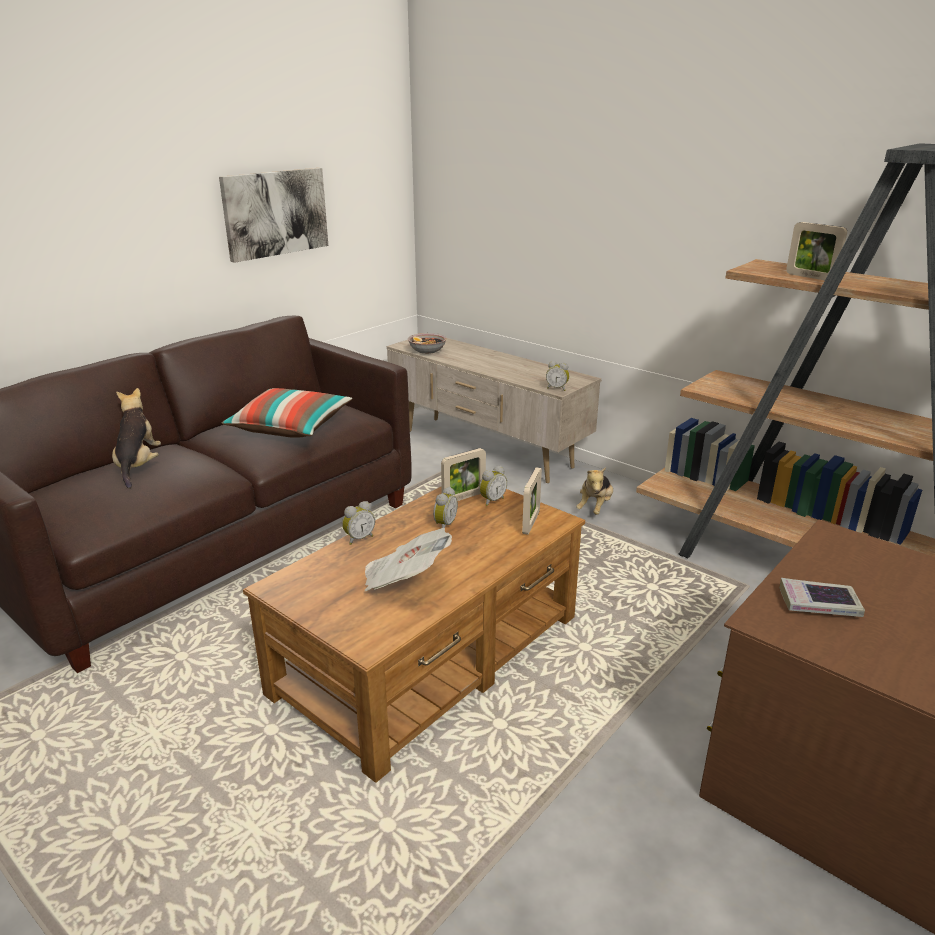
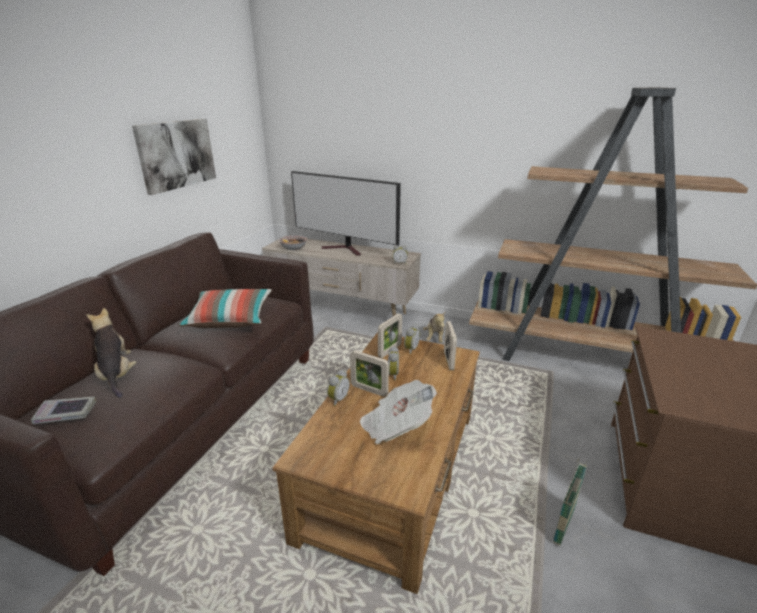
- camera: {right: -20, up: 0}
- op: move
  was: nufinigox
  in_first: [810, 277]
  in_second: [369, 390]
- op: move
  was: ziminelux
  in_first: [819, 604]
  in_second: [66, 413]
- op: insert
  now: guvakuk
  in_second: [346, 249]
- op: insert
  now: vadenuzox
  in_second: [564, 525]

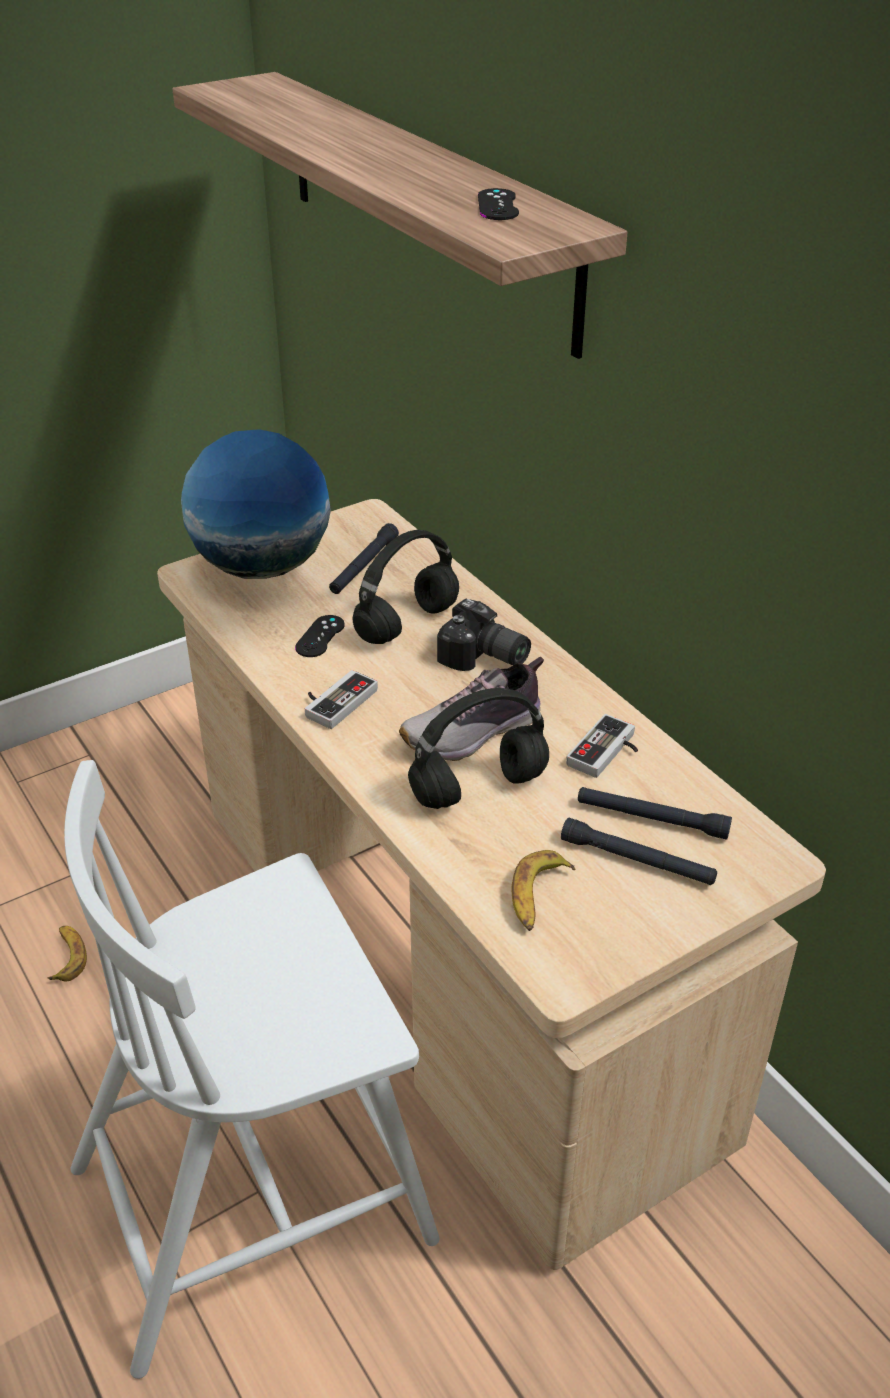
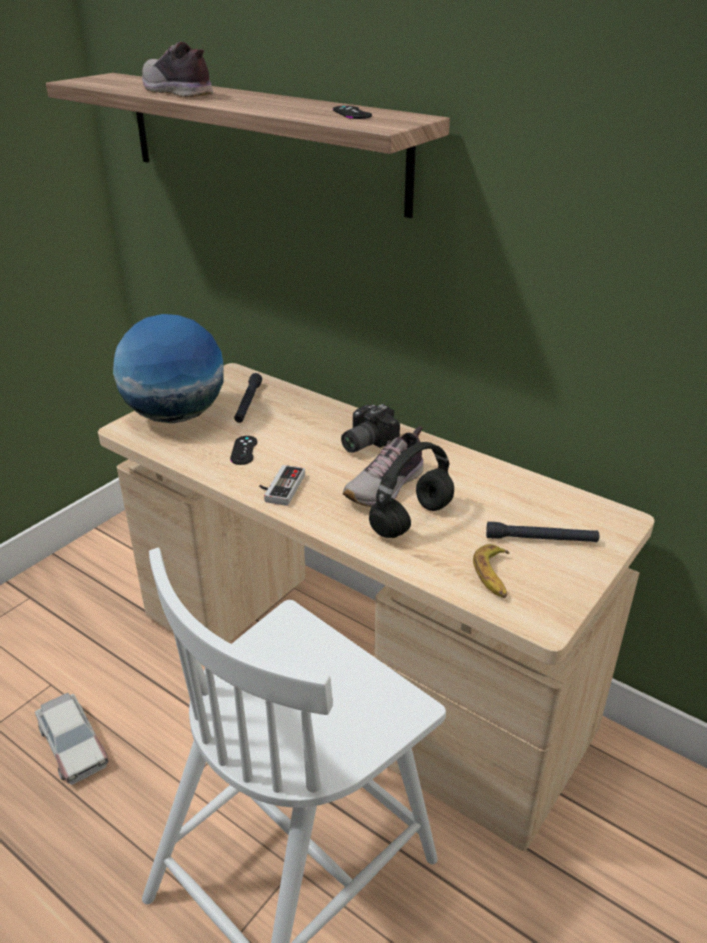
- camera: {right: -20, up: -5}
- op: delete
  was: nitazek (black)
  in_first: [406, 625]
- op: rotate
  was: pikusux
  in_first: [483, 658]
  in_second: [364, 442]
  clockwise: 120
- op: delete
  was: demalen
  in_first: [607, 753]
- op: delete
  was: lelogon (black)
  in_first: [652, 819]
- op: replace
  was: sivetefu
  now: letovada
  in_first: [67, 957]
  in_second: [72, 744]
- op: insert
  now: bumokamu
  in_second: [176, 92]

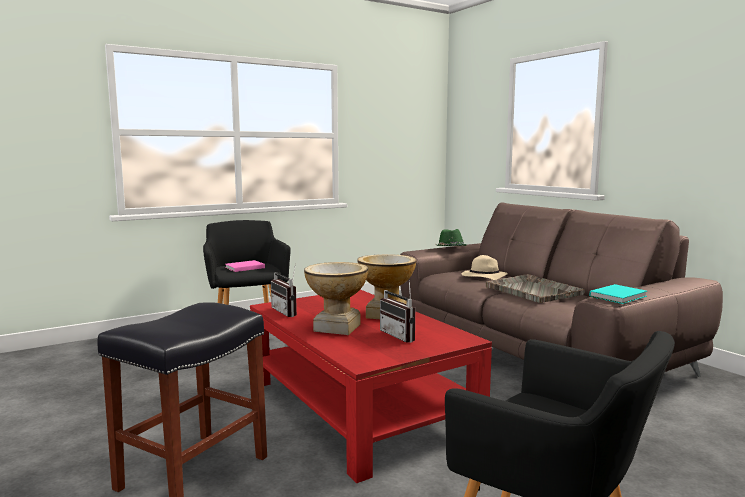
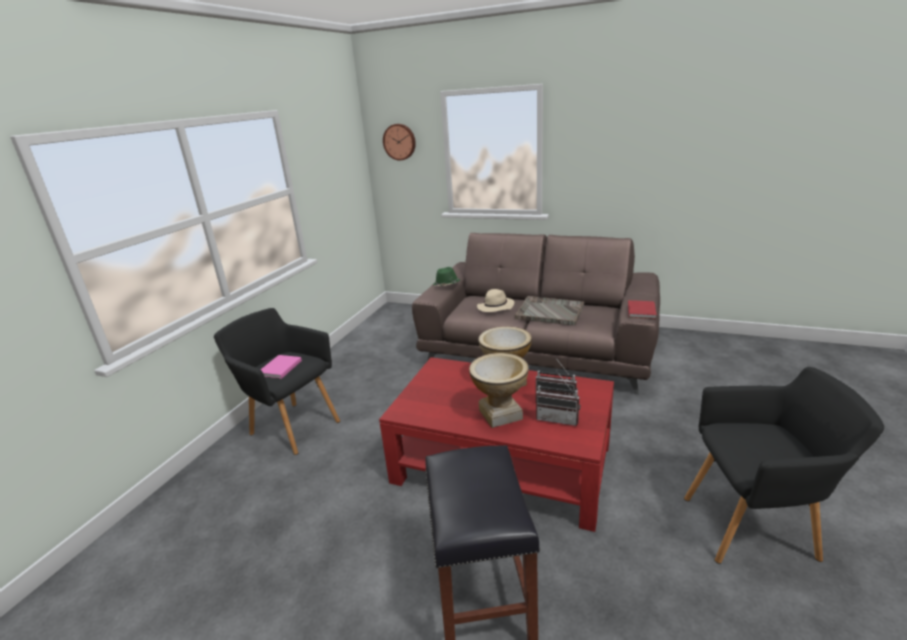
- camera: {right: -35, up: 15}
- op: move
  was: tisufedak
  in_first: [288, 312]
  in_second: [558, 418]
- op: recolor
  was: ziminelux (turquoise)
  now: ziminelux (red)
  in_first: [619, 296]
  in_second: [642, 310]
- op: insert
  now: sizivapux
  in_second: [400, 142]

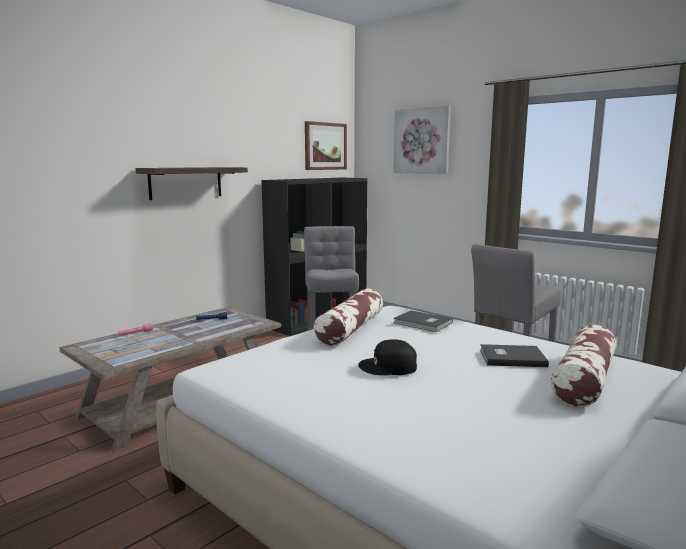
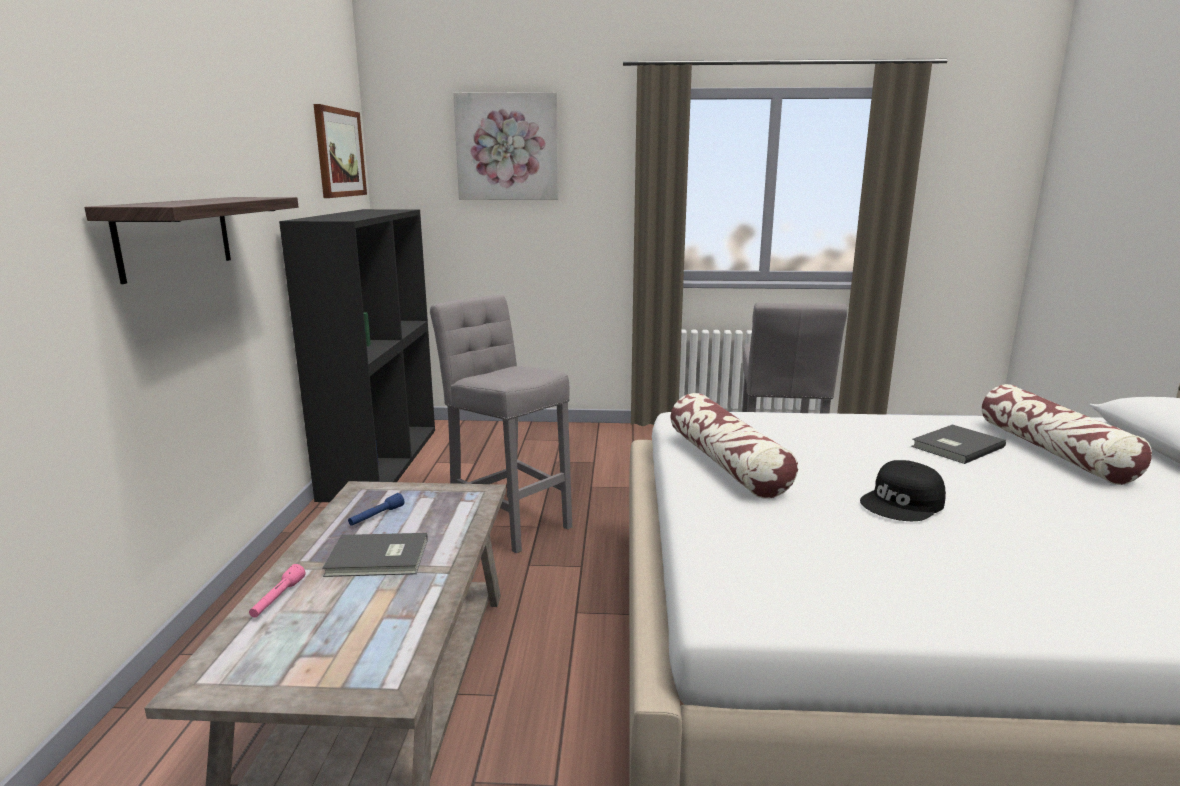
- camera: {right: -40, up: 5}
- op: move
  was: ziminelux (grey)
  in_first: [423, 323]
  in_second: [378, 559]

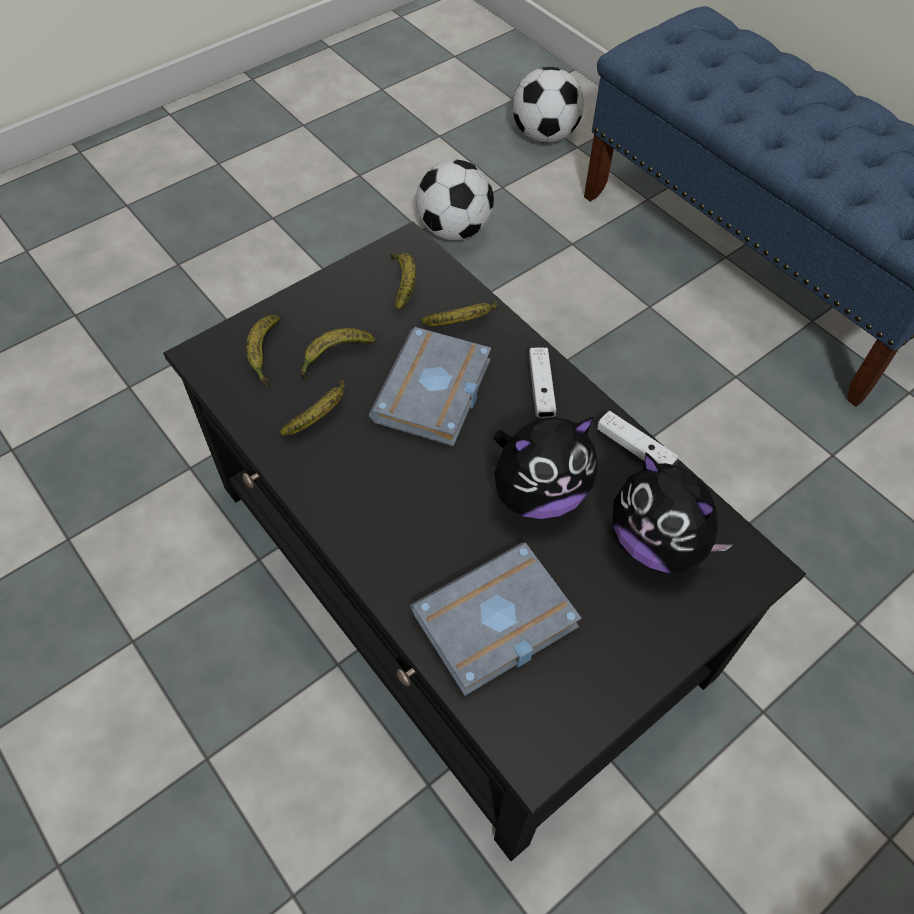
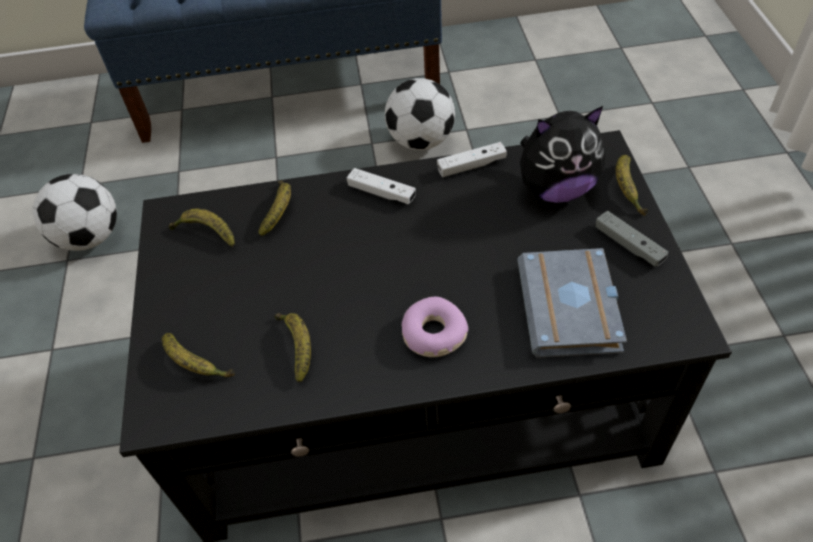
- camera: {right: -55, up: -5}
- op: move
  was: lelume
  in_first: [544, 135]
  in_second: [421, 141]
- op: delete
  was: ziminelux (grey)
  in_first: [435, 395]
- op: move
  was: sivetefu
  in_first: [334, 356]
  in_second: [626, 189]
- op: delete
  was: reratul
  in_first: [538, 493]
- op: insert
  now: demalen (grey)
  in_second: [628, 245]
- op: insert
  now: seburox
  in_second: [433, 334]

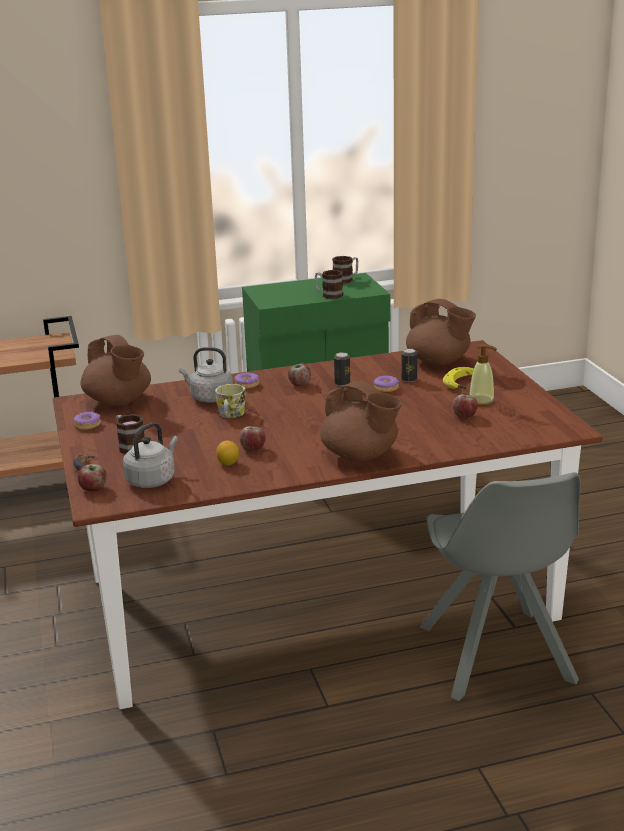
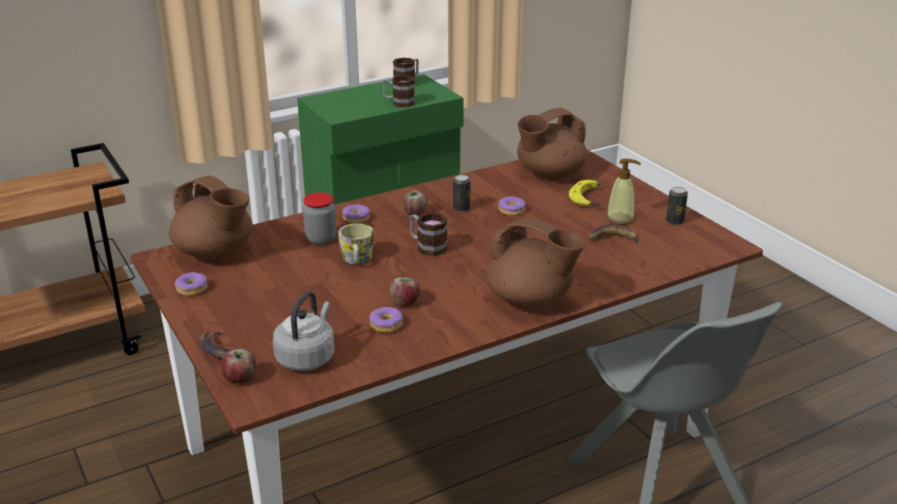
- camera: {right: -15, up: 5}
- op: rotate
  was: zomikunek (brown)
  in_first: [439, 361]
  in_second: [549, 174]
  clockwise: 120
- op: replace
  was: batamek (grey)
  now: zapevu
  in_first: [209, 397]
  in_second: [321, 239]
- op: move
  was: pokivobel
  in_first: [409, 379]
  in_second: [674, 221]
- op: replace
  was: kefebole
  now: sivetefu
  in_first: [464, 416]
  in_second: [613, 239]
- op: move
  was: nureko
  in_first: [129, 446]
  in_second: [427, 247]
- op: replace
  was: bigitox
  now: seburox
  in_first: [228, 463]
  in_second: [386, 325]

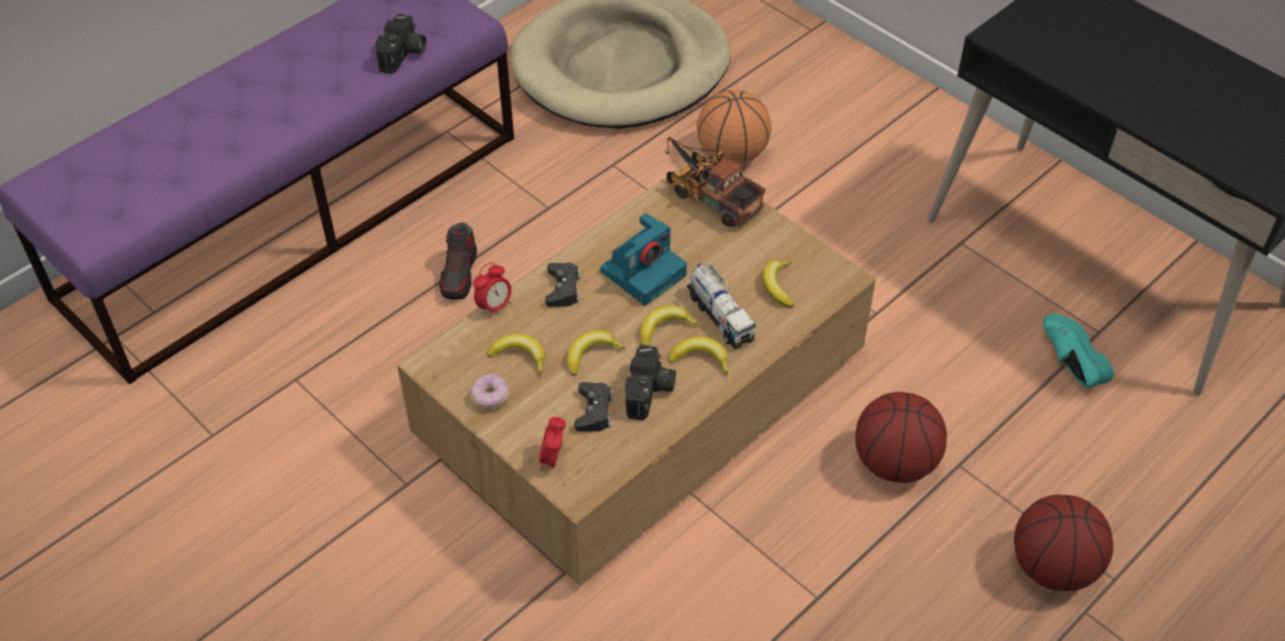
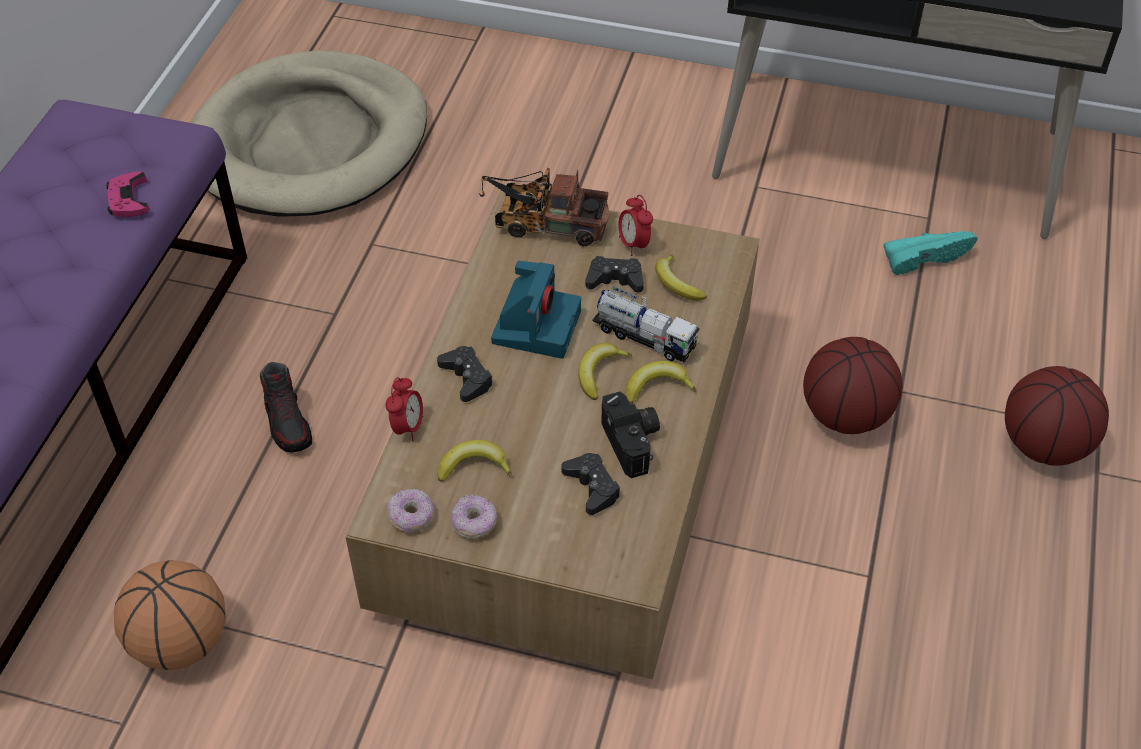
- camera: {right: -30, up: 0}
- op: replace
  was: pikusux
  now: demalen (pink)
  in_first: [404, 55]
  in_second: [128, 199]
- op: move
  was: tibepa
  in_first: [732, 155]
  in_second: [181, 642]
- op: rotate
  was: bumokamu (turquoise)
  in_first: [1068, 363]
  in_second: [924, 257]
  clockwise: 135
- op: delete
  was: sivetefu
  in_first: [591, 354]
- op: move
  was: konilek
  in_first: [553, 459]
  in_second: [634, 244]
- op: insert
  now: demalen (black)
  in_second: [615, 280]
- op: insert
  now: seburox
  in_second: [411, 517]

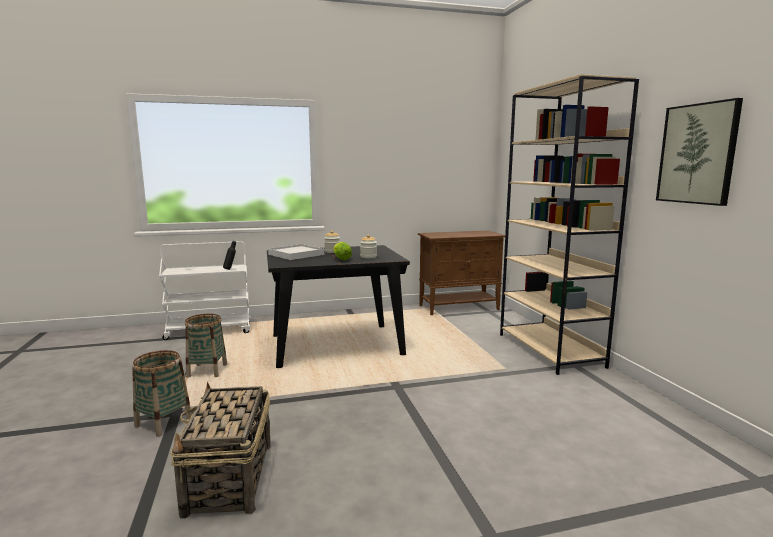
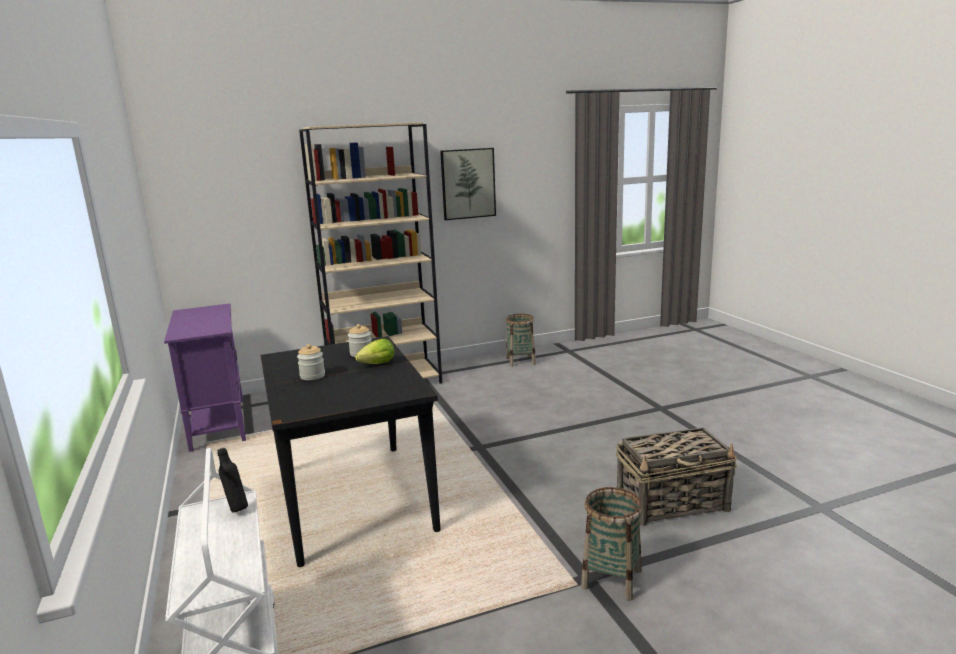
- camera: {right: -95, up: 5}
- op: recolor
  was: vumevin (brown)
  now: vumevin (purple)
  in_first: [459, 307]
  in_second: [218, 423]
- op: delete
  was: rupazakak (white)
  in_first: [296, 254]
- op: move
  was: vadenuzox
  in_first: [207, 371]
  in_second: [520, 361]

